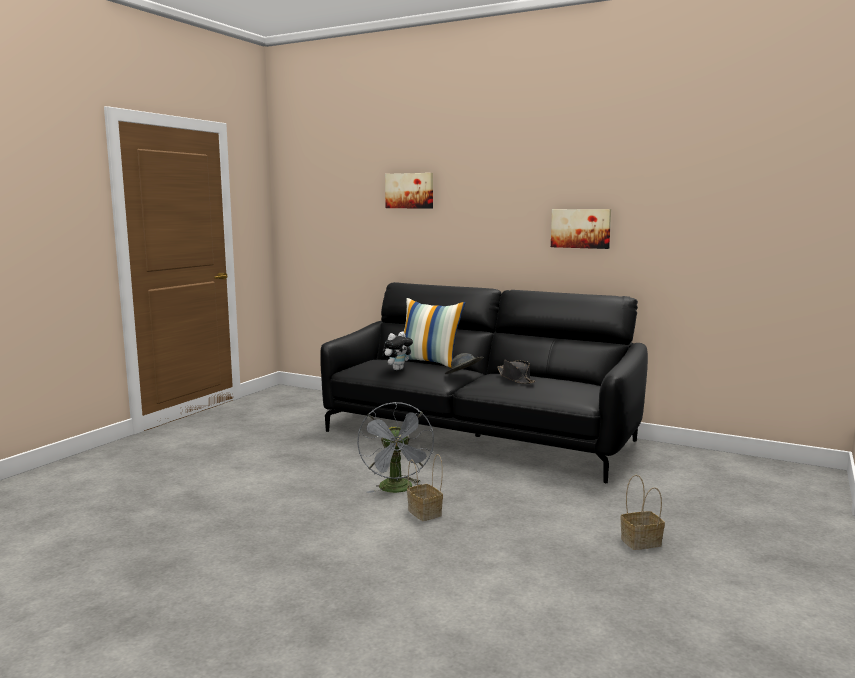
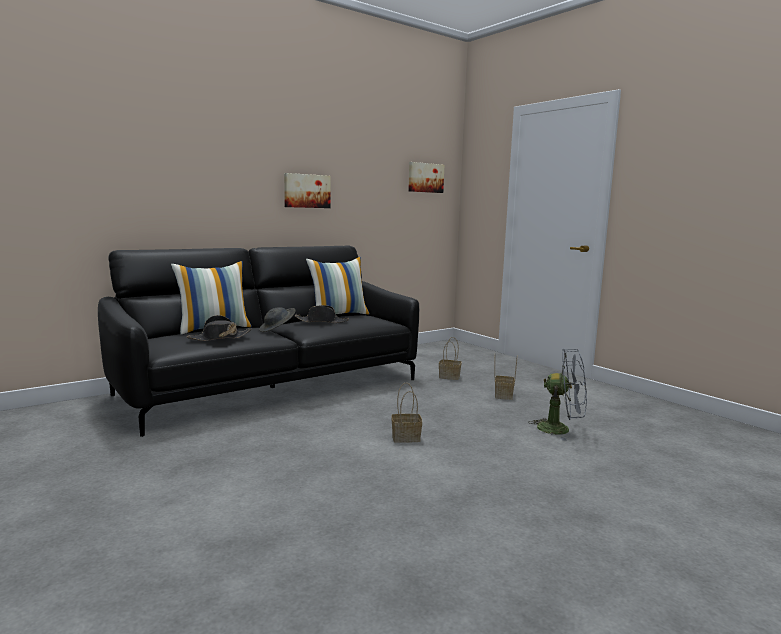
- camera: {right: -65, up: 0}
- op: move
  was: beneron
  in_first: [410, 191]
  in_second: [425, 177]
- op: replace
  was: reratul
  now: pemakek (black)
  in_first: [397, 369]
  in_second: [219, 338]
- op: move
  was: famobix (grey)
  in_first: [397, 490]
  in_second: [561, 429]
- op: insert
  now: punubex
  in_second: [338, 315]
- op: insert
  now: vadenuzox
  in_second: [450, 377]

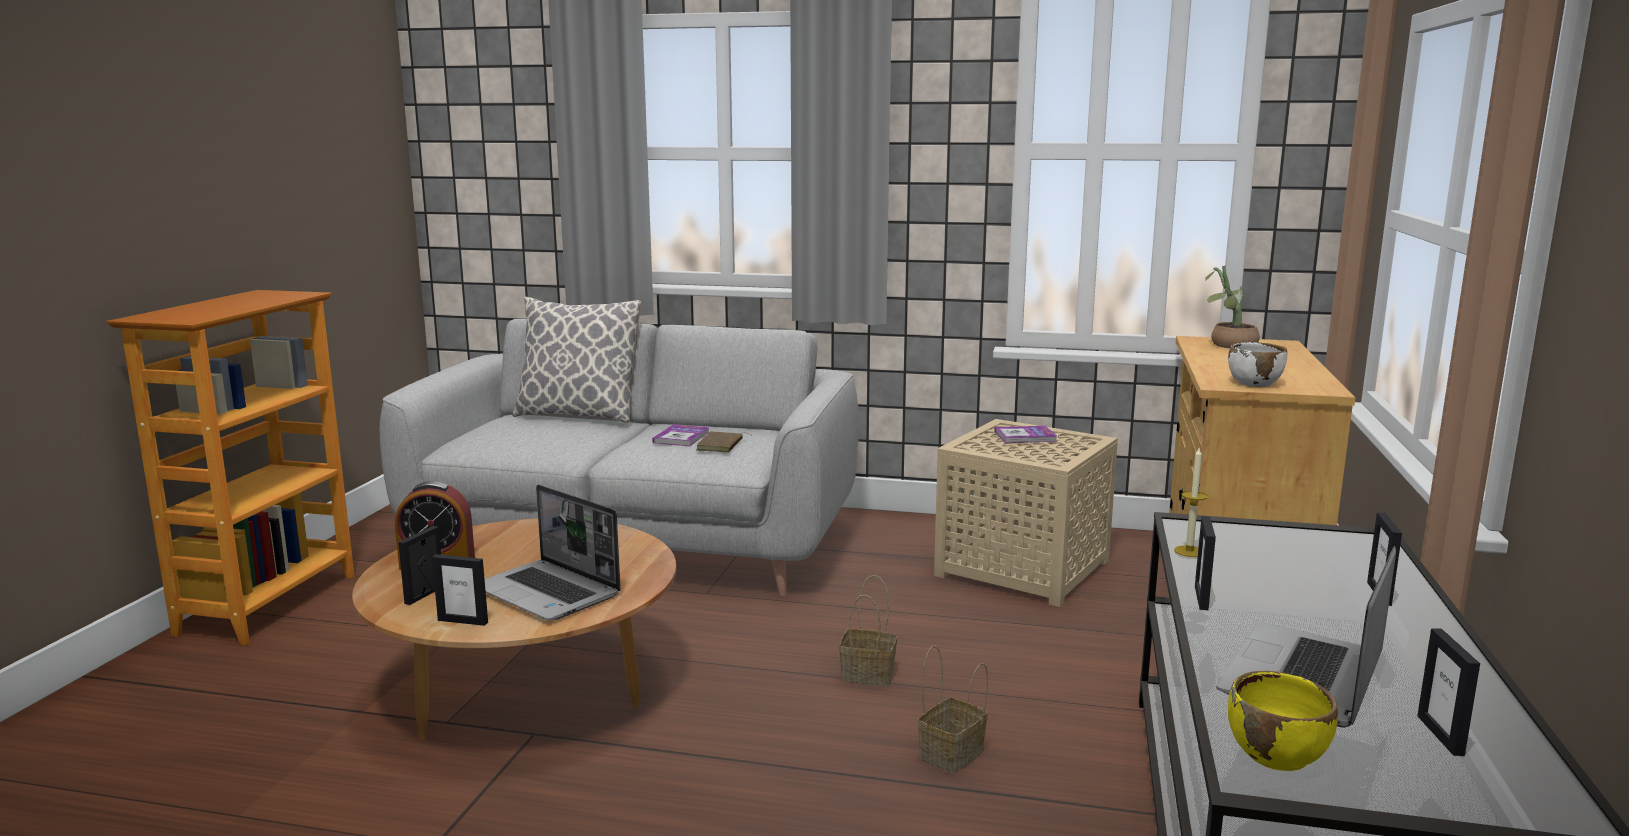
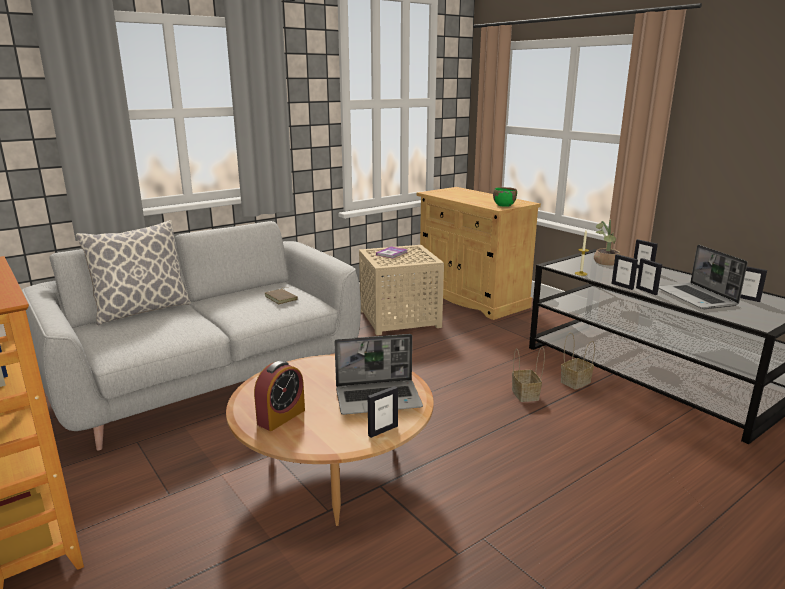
- camera: {right: -50, up: 5}
- op: move
  was: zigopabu
  in_first: [1228, 345]
  in_second: [605, 263]
- op: recolor
  was: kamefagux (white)
  now: kamefagux (green)
  in_first: [1254, 383]
  in_second: [504, 205]
- op: delete
  was: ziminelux
  in_first: [681, 437]
- op: move
  was: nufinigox
  in_first: [425, 595]
  in_second: [646, 291]
- op: move
  was: vadenuzox
  in_first: [870, 674]
  in_second: [575, 381]
- op: delete
  was: kamefagux (yellow)
  in_first: [1277, 755]

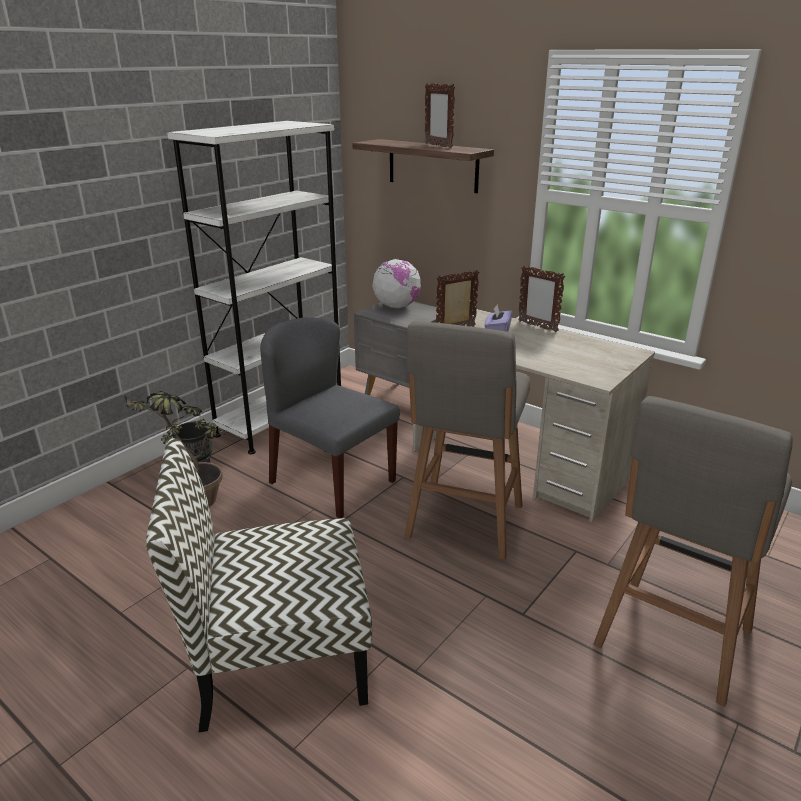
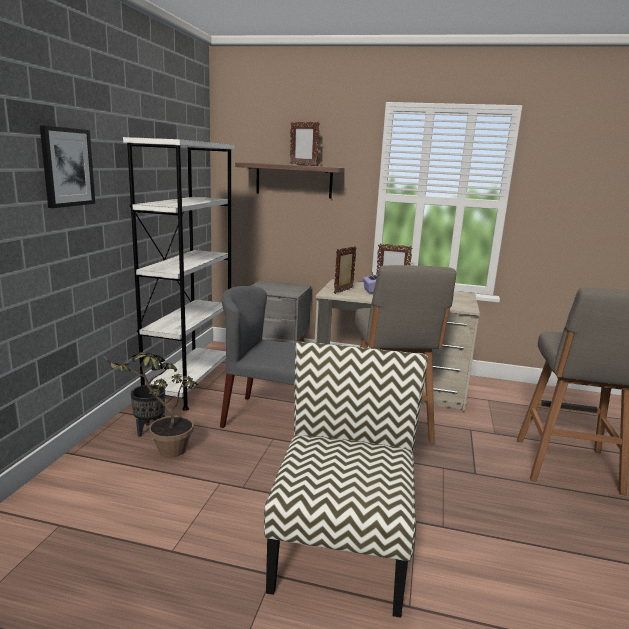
- camera: {right: -25, up: -10}
- op: delete
  was: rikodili
  in_first: [396, 306]
- op: rotate
  was: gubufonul
  in_first: [277, 660]
  in_second: [340, 548]
  clockwise: 135
- op: insert
  now: beneron
  in_second: [67, 167]

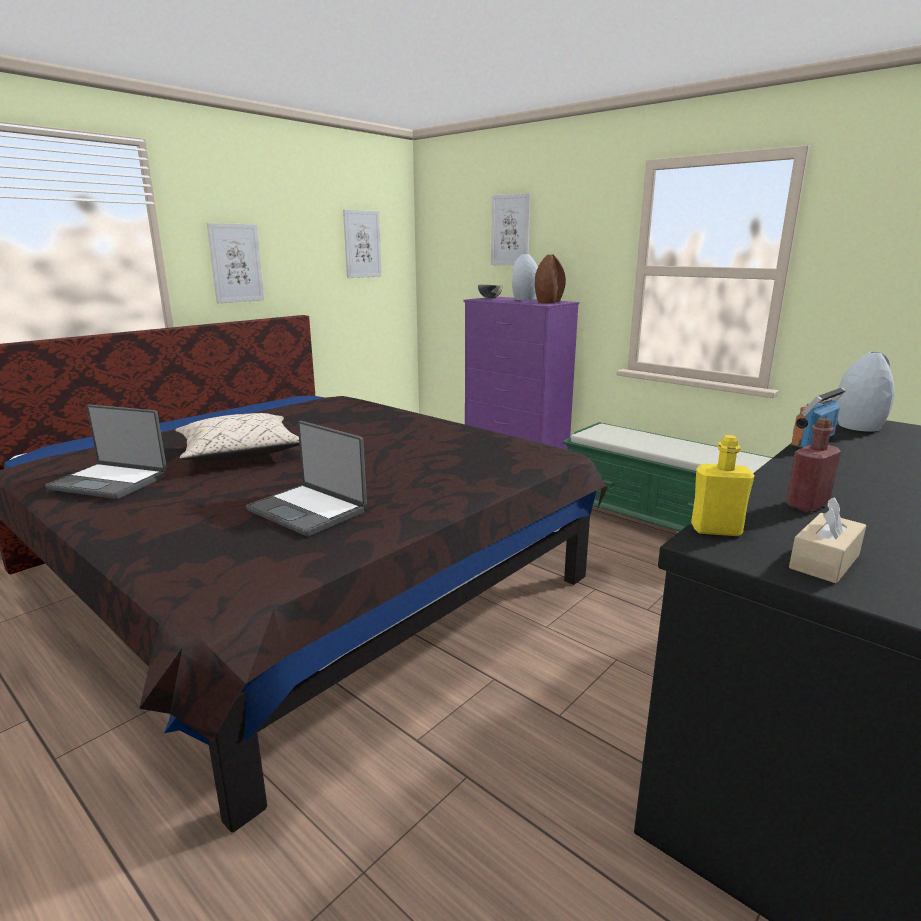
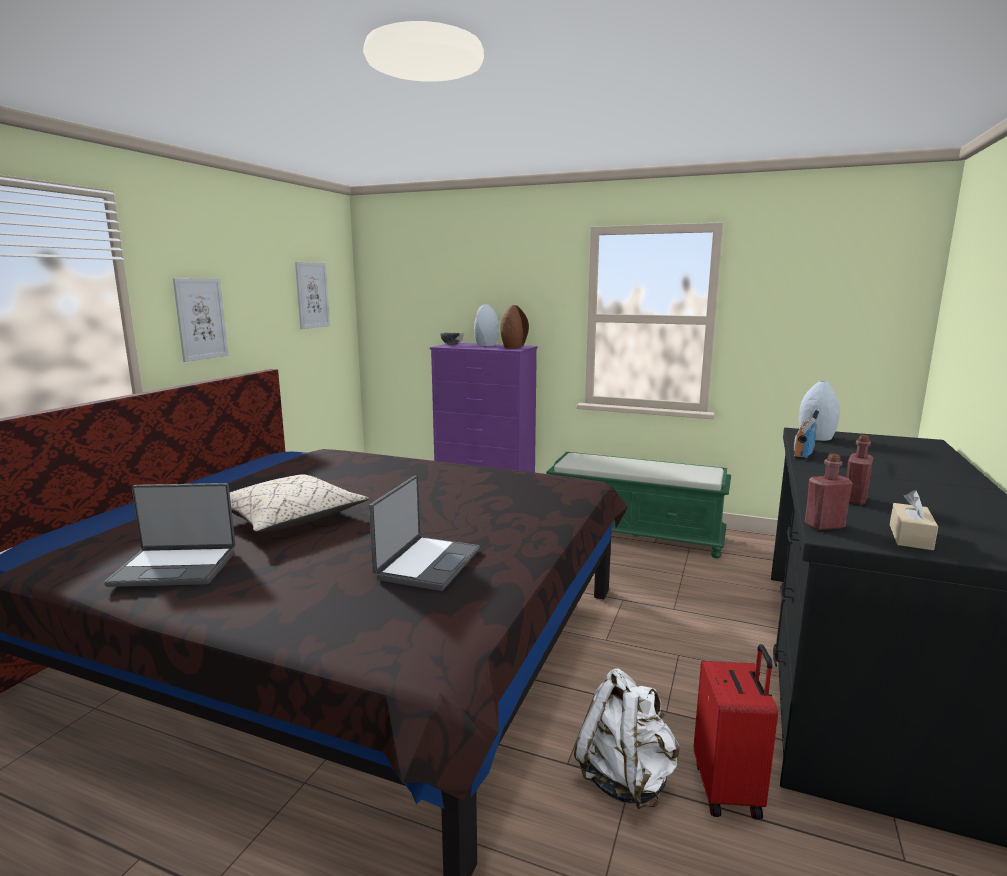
- camera: {right: -20, up: -5}
- op: delete
  was: beneron
  in_first: [510, 230]
- op: rotate
  was: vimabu
  in_first: [308, 510]
  in_second: [427, 564]
  clockwise: -90
- op: recolor
  was: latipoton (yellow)
  now: latipoton (red)
  in_first: [716, 530]
  in_second: [824, 526]
- op: insert
  now: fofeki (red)
  in_second: [729, 790]
- op: insert
  now: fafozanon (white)
  in_second: [626, 778]

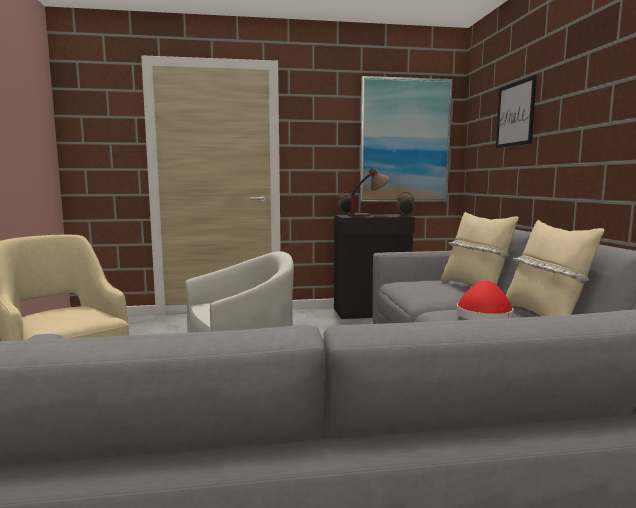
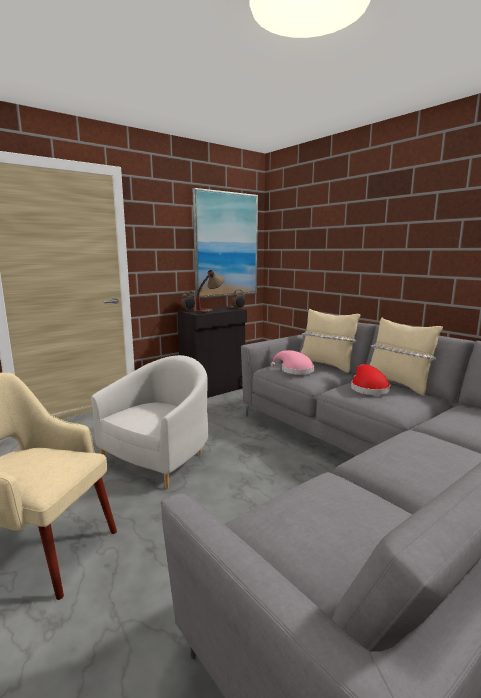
- camera: {right: -30, up: 5}
- op: delete
  was: beneron
  in_first: [515, 114]
- op: insert
  now: pemakek (pink)
  in_second: [294, 370]

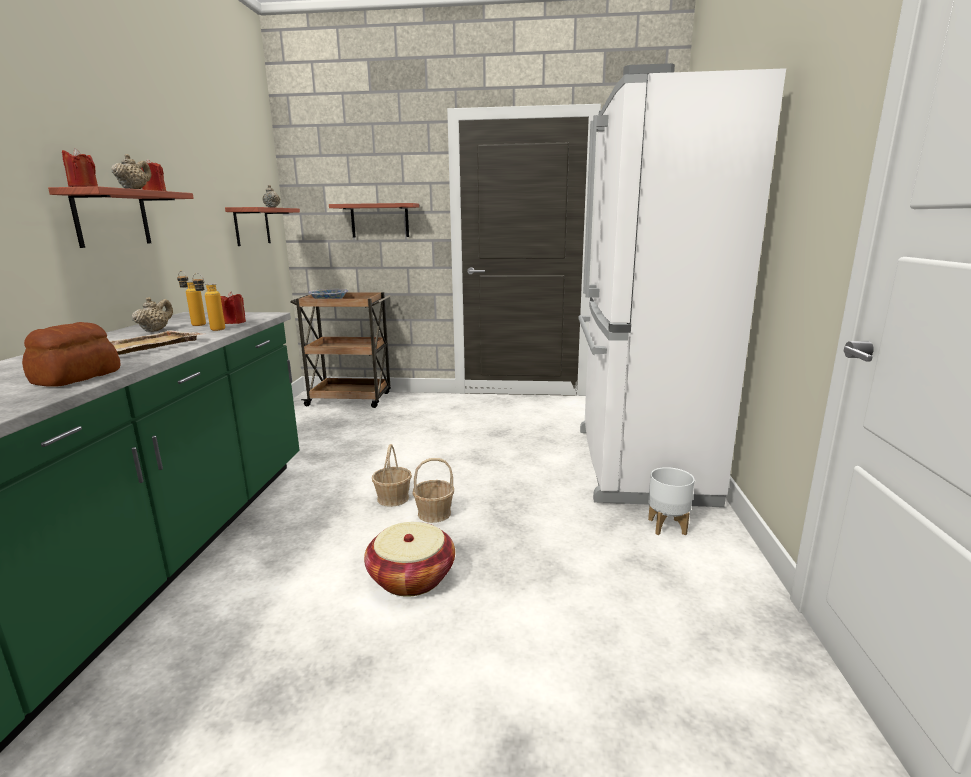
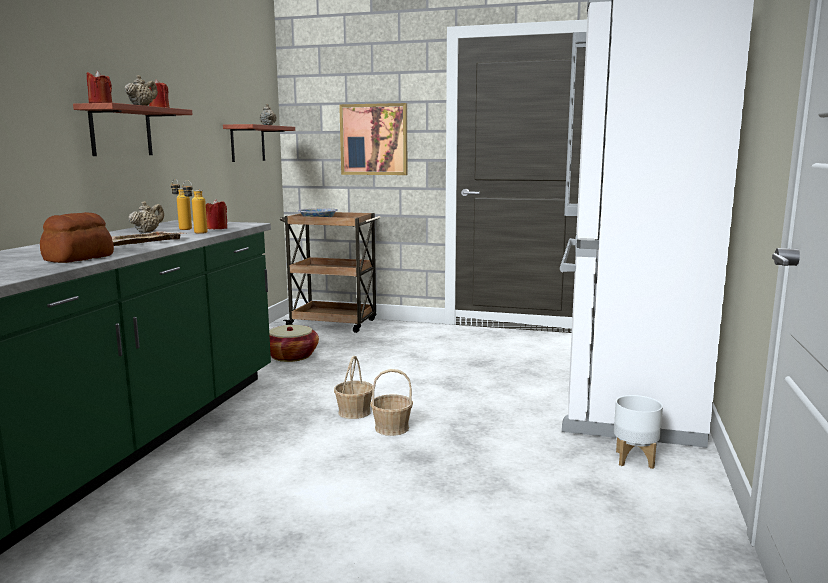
- camera: {right: 10, up: -5}
- op: replace
  was: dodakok
  now: beneron
  in_first: [380, 220]
  in_second: [374, 139]
- op: move
  was: vadenuzox
  in_first: [411, 577]
  in_second: [291, 356]

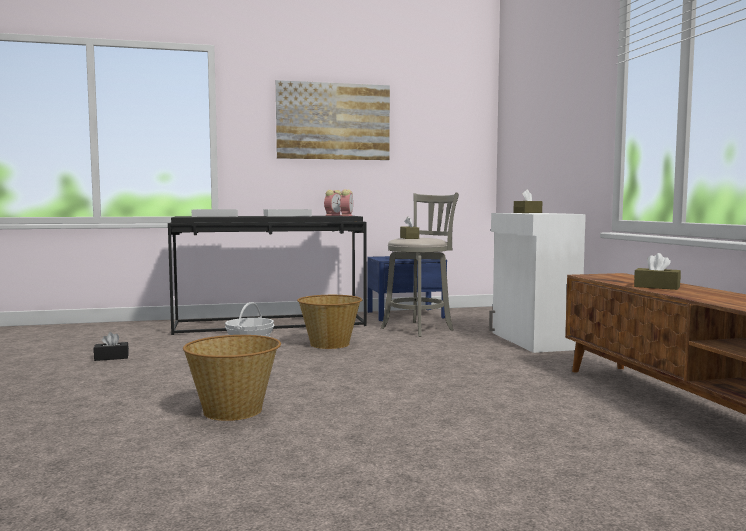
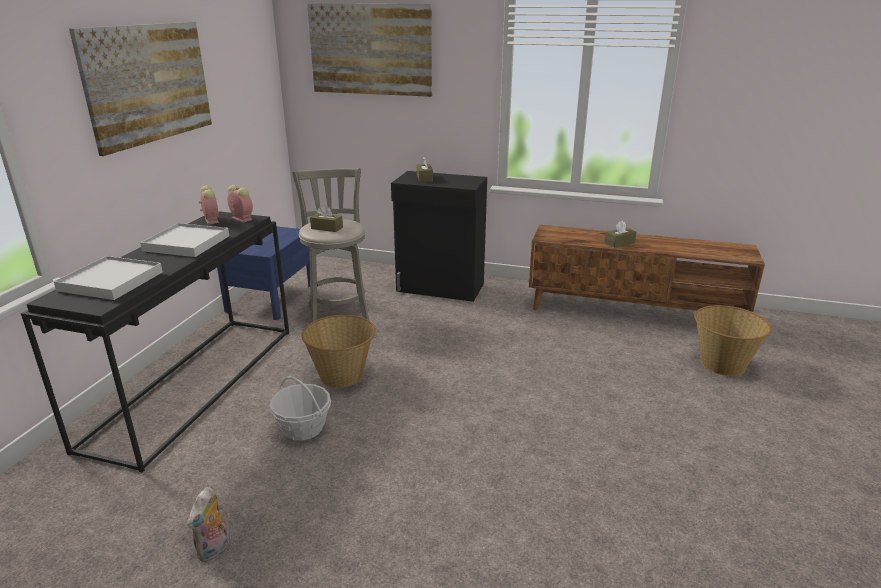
- camera: {right: -60, up: 20}
- op: recolor
  was: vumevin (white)
  now: vumevin (black)
  in_first: [532, 341]
  in_second: [440, 288]
- op: replace
  was: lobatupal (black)
  now: reratul
  in_first: [111, 357]
  in_second: [215, 549]
- op: move
  was: vadenuzox
  in_first: [234, 410]
  in_second: [722, 364]
- op: insert
  now: beneron
  in_second: [370, 49]

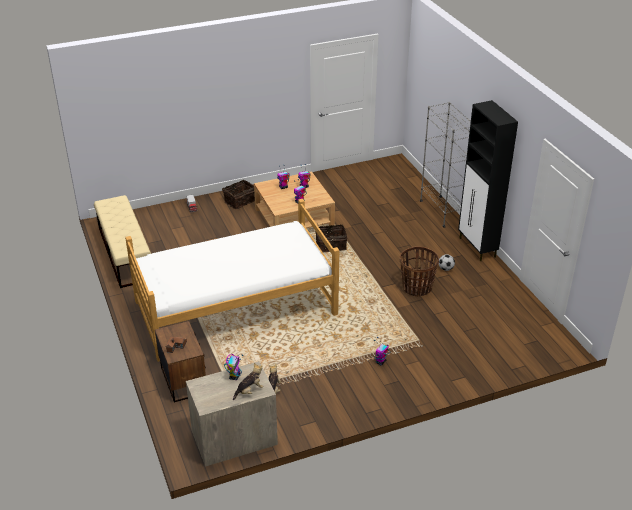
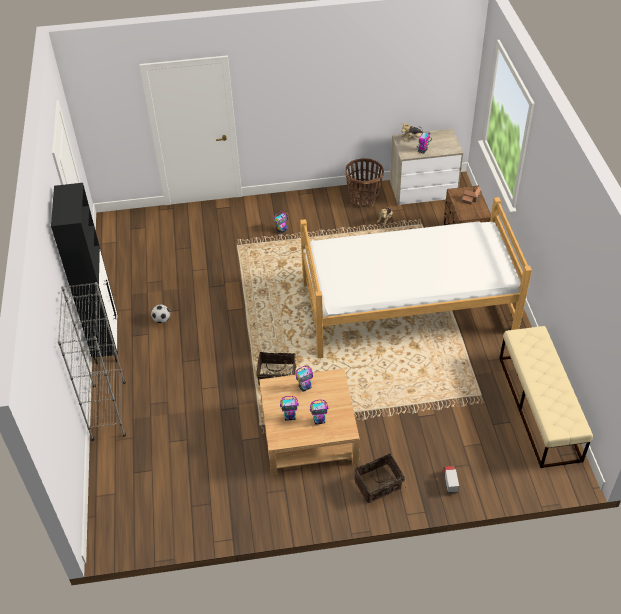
- camera: {right: -165, up: 10}
- op: move
  was: vadenuzox
  in_first: [416, 288]
  in_second: [363, 199]

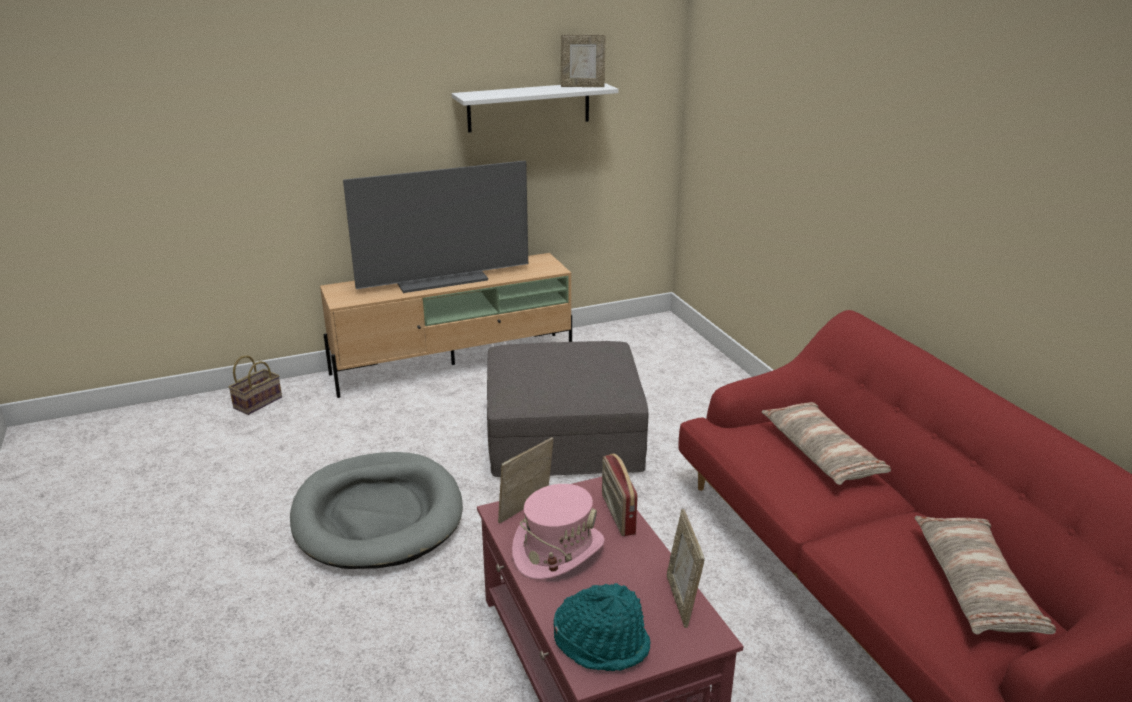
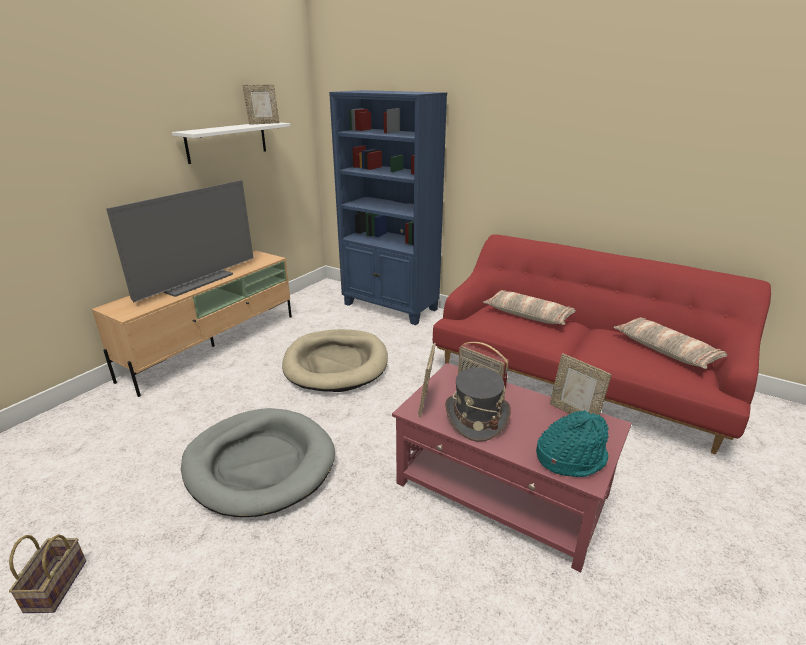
- camera: {right: -35, up: 0}
- op: replace
  was: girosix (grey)
  now: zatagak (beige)
  in_first: [563, 434]
  in_second: [336, 363]
- op: move
  was: vadenuzox
  in_first: [258, 402]
  in_second: [56, 584]
- op: recolor
  was: pemakek (pink)
  now: pemakek (grey)
  in_first: [558, 550]
  in_second: [476, 417]
- op: insert
  now: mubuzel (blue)
  in_second: [390, 307]

